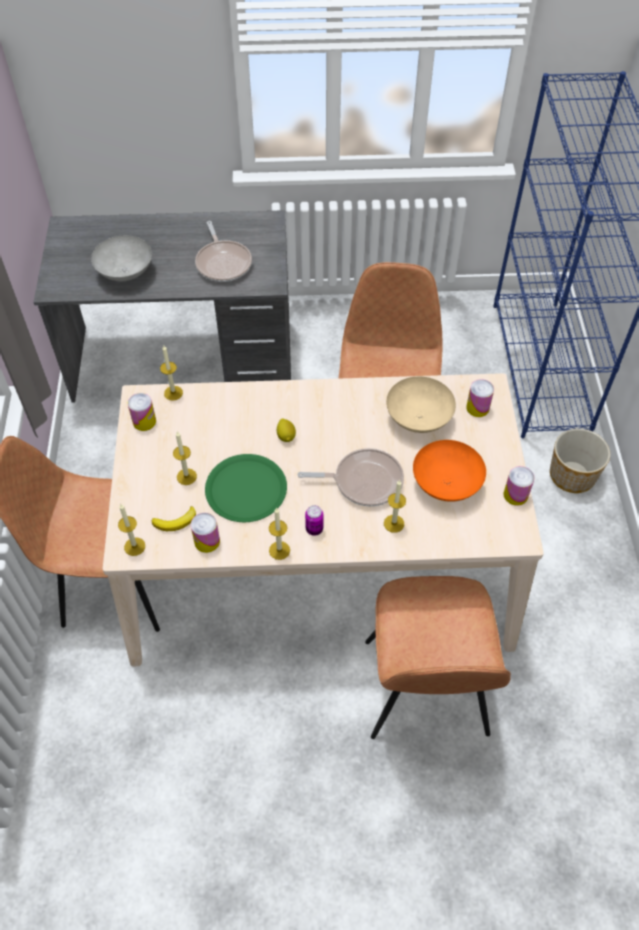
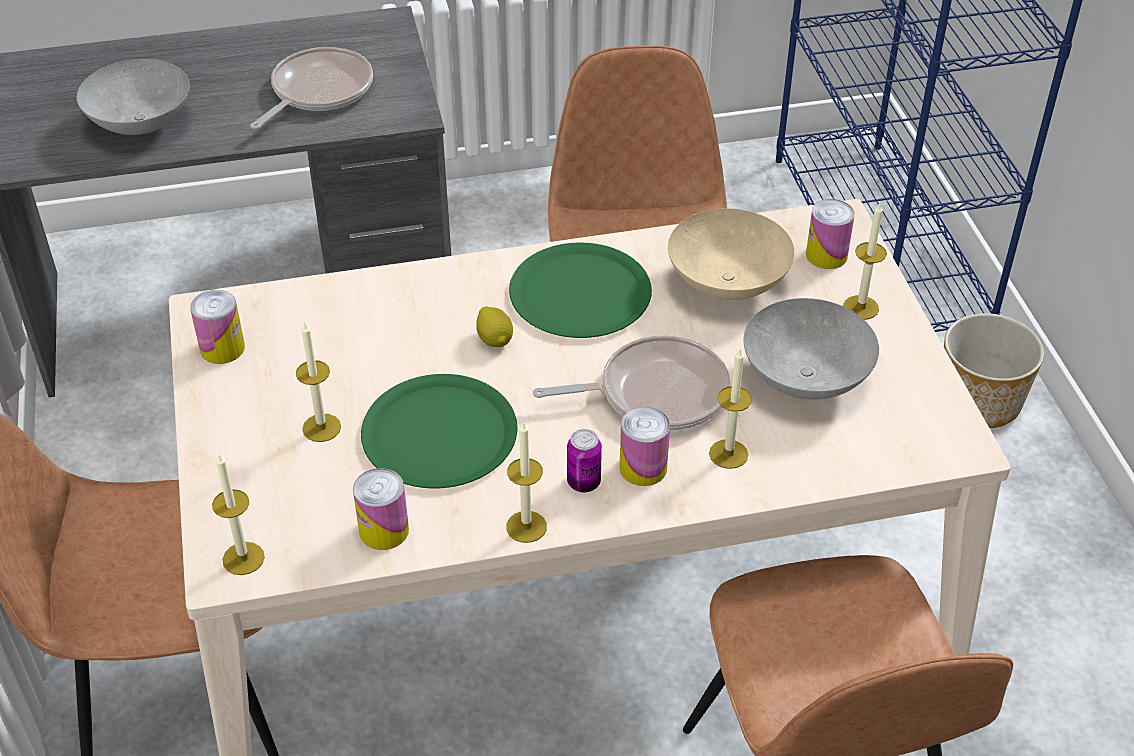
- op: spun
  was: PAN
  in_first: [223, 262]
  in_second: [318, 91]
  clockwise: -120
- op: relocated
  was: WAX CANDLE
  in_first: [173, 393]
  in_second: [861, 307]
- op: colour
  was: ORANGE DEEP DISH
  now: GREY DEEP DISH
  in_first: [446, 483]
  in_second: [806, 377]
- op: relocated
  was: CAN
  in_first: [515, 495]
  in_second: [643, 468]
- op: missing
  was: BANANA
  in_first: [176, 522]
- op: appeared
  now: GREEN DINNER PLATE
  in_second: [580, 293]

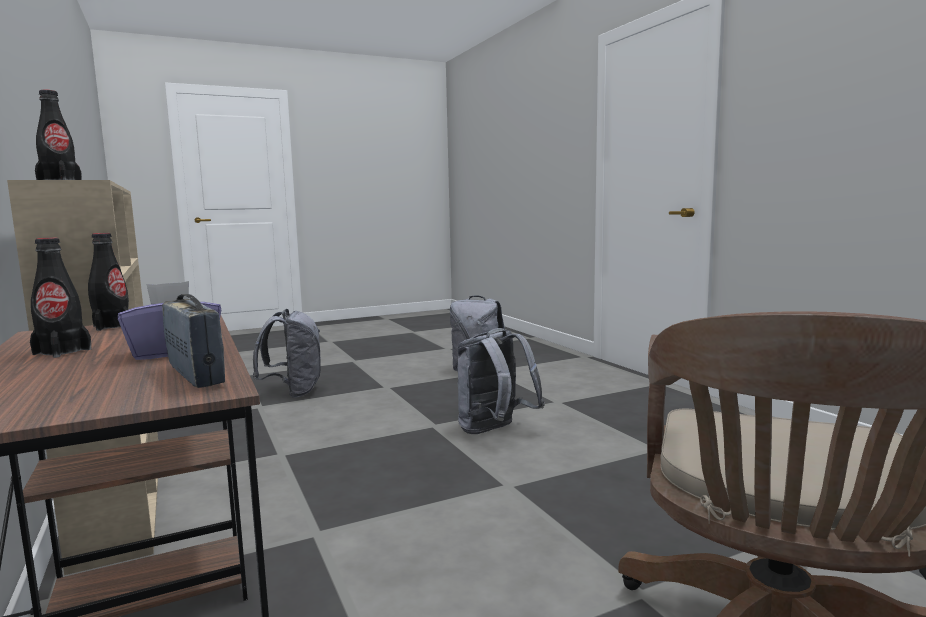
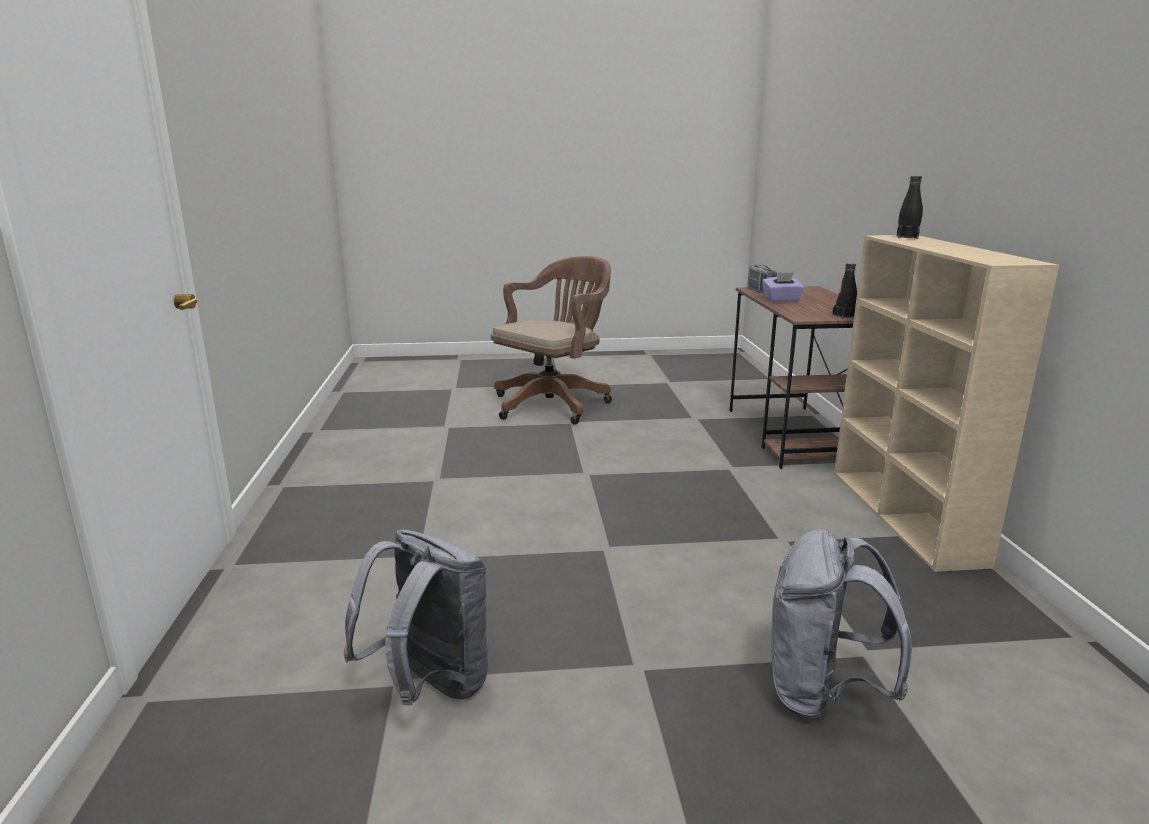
- op: missing
  was: BLACKISH BEVERAGE BOTTLE
  in_first: [62, 352]
- op: missing
  was: GREY RUCKSACK
  in_first: [494, 431]

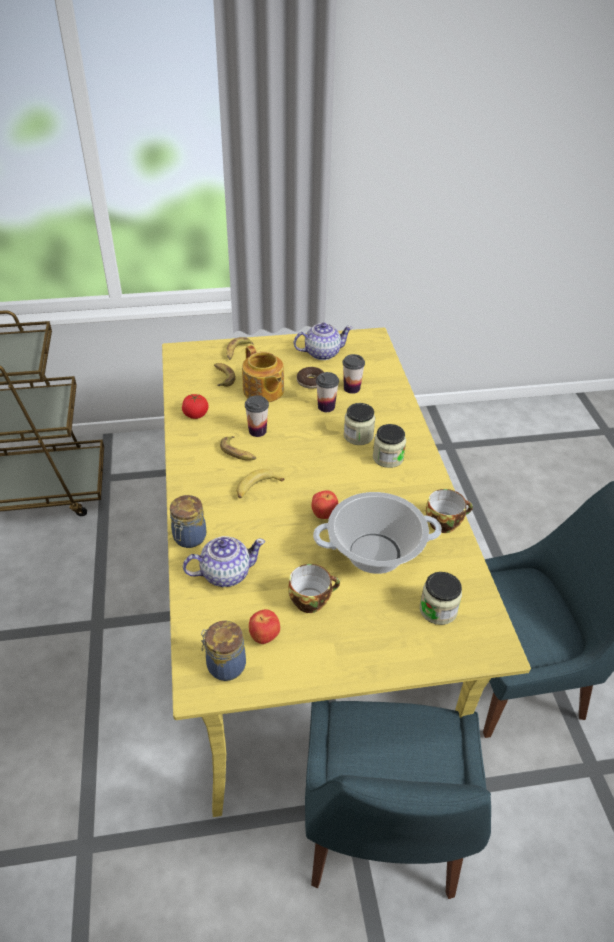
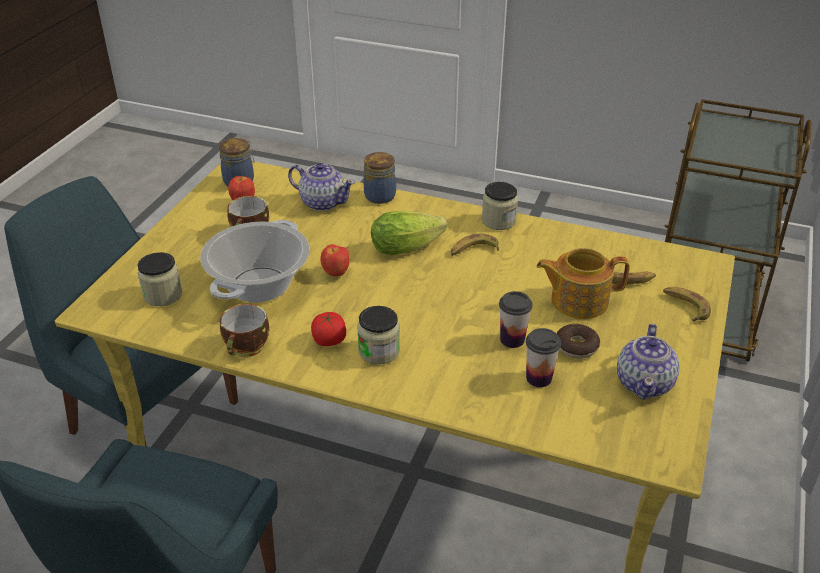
- op: relocated
  was: WHOLE TOMATO
  in_first: [195, 414]
  in_second: [329, 340]
- op: missing
  was: DRINKING CUP
  in_first: [257, 431]
- op: relocated
  was: PRESERVE JAR
  in_first: [358, 436]
  in_second: [498, 221]
- op: exchanged
  was: BANANA
  now: LETTUCE
  in_first: [256, 488]
  in_second: [410, 246]
- op: spun
  was: POT FOR TEA
  in_first: [225, 573]
  in_second: [322, 202]
  clockwise: -75

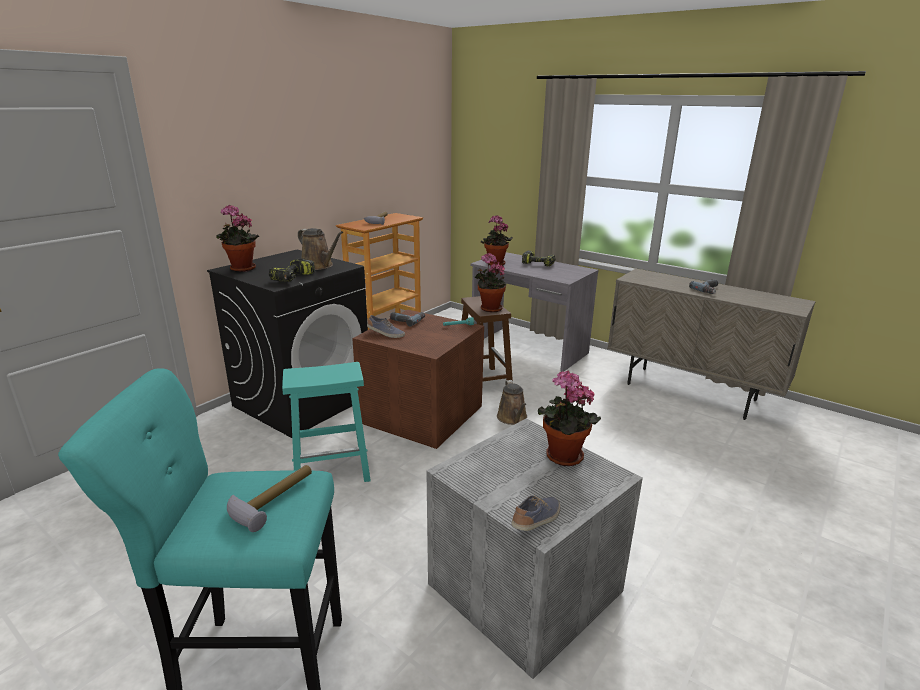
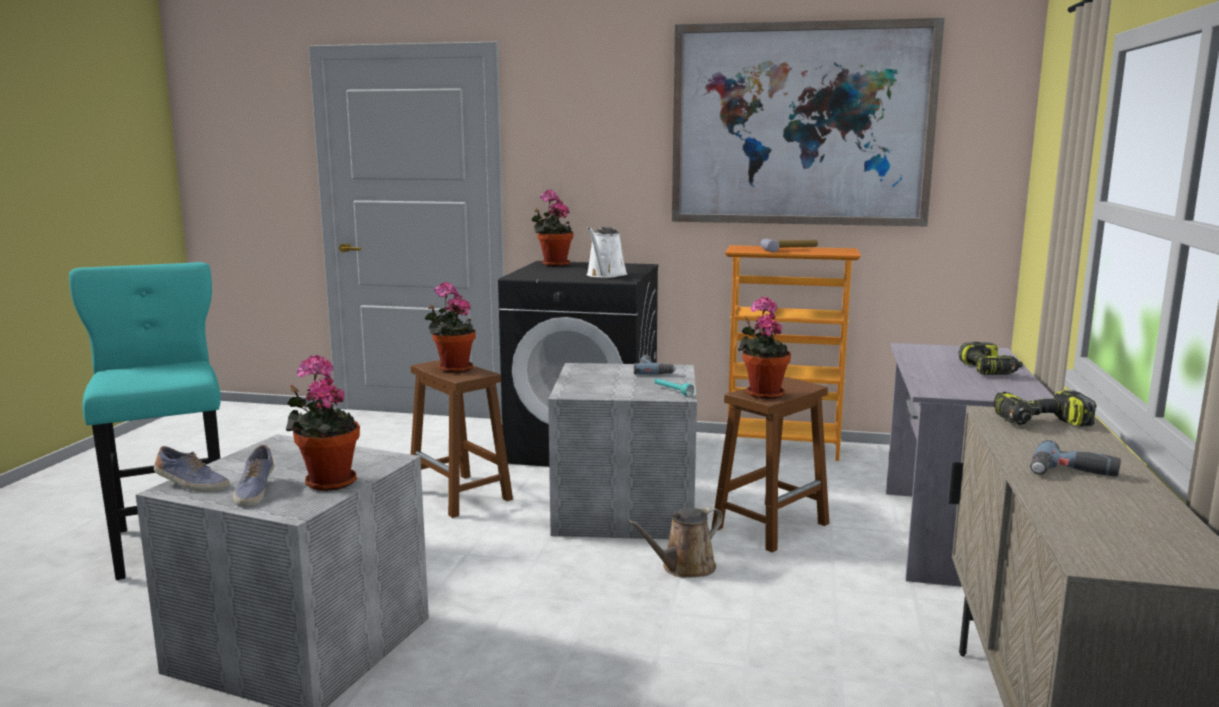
- op: relocated
  was: HOUSEPLANT
  in_first: [495, 264]
  in_second: [452, 369]
- op: colour
  was: BROWN-COLOURED WATERING POT
  now: WHITISH WATERING POT
  in_first: [319, 266]
  in_second: [605, 275]
- op: relocated
  was: ELECTRIC DRILL
  in_first: [293, 278]
  in_second: [1041, 423]
- op: colour
  was: BROWN-COLOURED STORAGE CONTAINER
  now: GREY STORAGE CONTAINER
  in_first: [421, 413]
  in_second: [627, 508]
- op: relocated
  was: SHOE
  in_first: [385, 334]
  in_second: [254, 491]
- op: colour
  was: TURQUOISE STOOL
  now: BROWN-COLOURED STOOL
  in_first: [333, 469]
  in_second: [461, 495]
- op: missing
  was: TOOL HAMMER
  in_first: [272, 499]
- op: appeared
  now: WALL ART
  in_second: [800, 125]

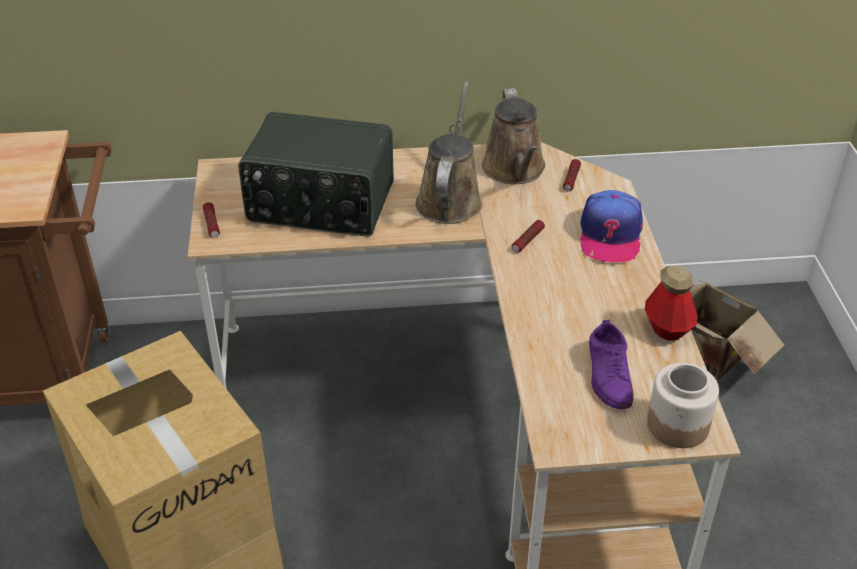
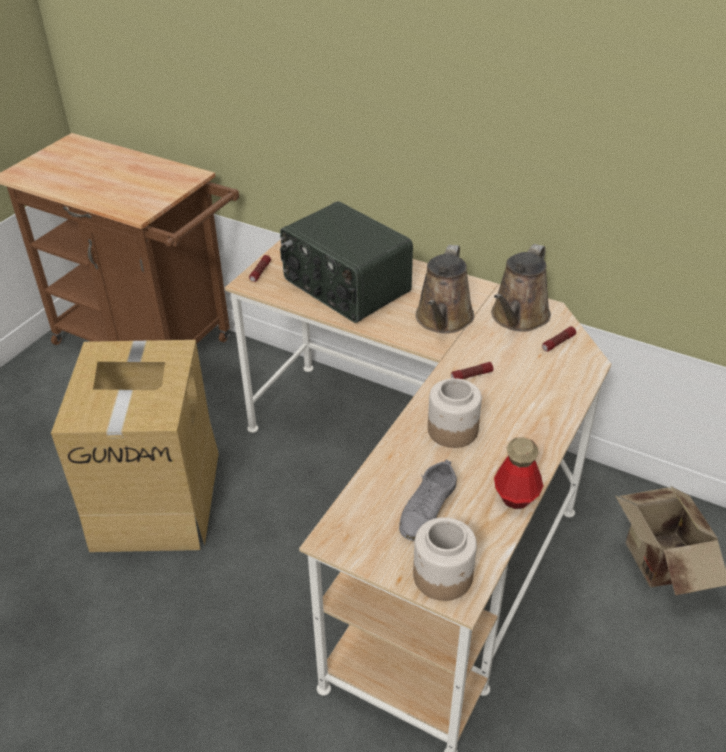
- op: spun
  was: BROWN-COLOURED WATERING POT
  in_first: [450, 199]
  in_second: [443, 319]
  clockwise: 150
- op: missing
  was: BASEBALL CAP
  in_first: [610, 235]
- op: colour
  was: PURPLE-COLOURED SHOE
  now: GREY SHOE
  in_first: [609, 375]
  in_second: [427, 508]
- op: appeared
  now: PRESERVE JAR
  in_second: [452, 430]

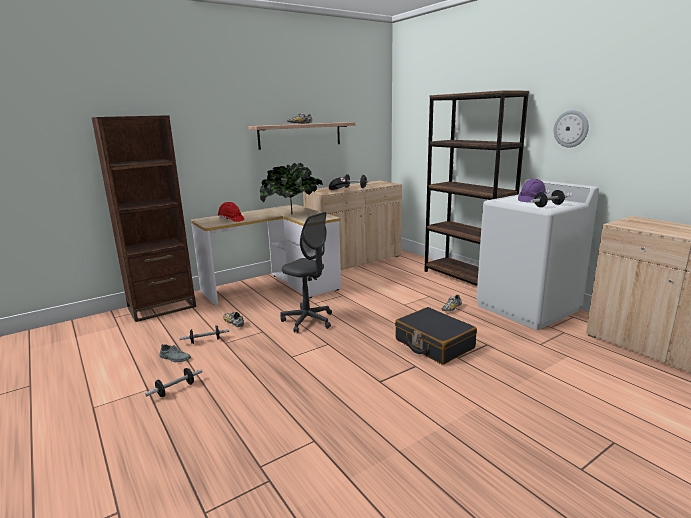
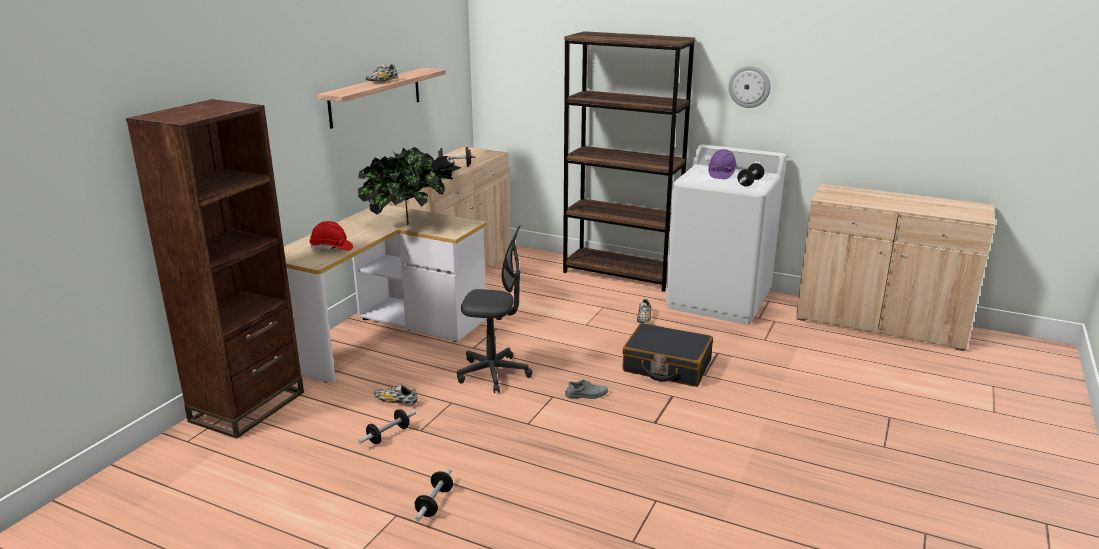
- op: relocated
  was: GREY SHOE
  in_first: [175, 358]
  in_second: [586, 395]

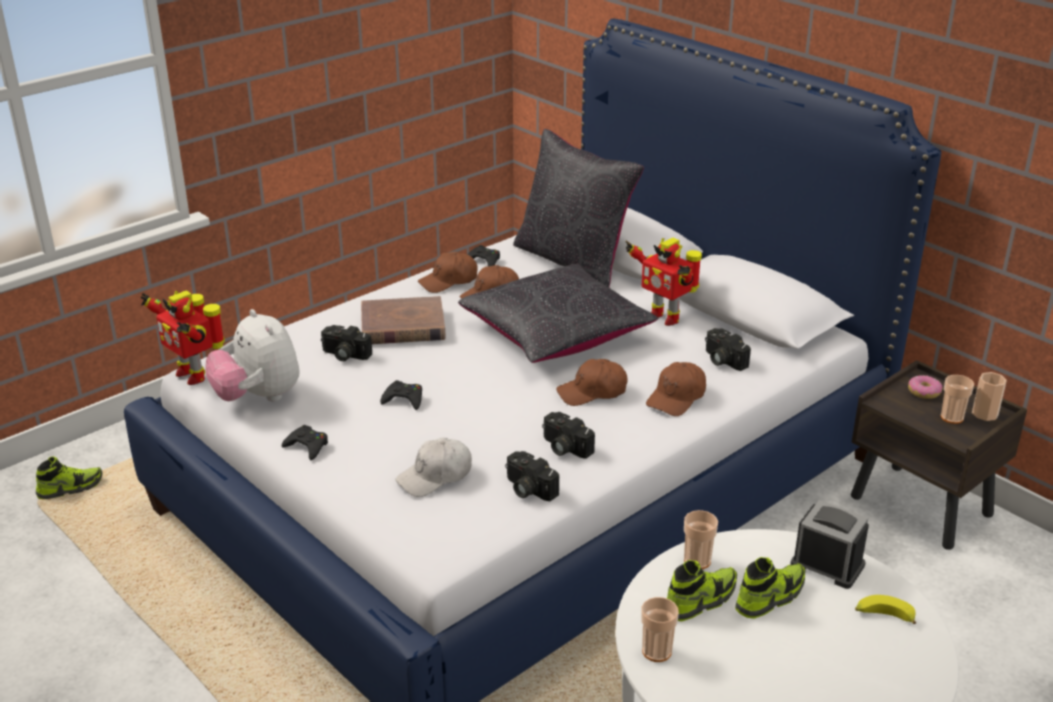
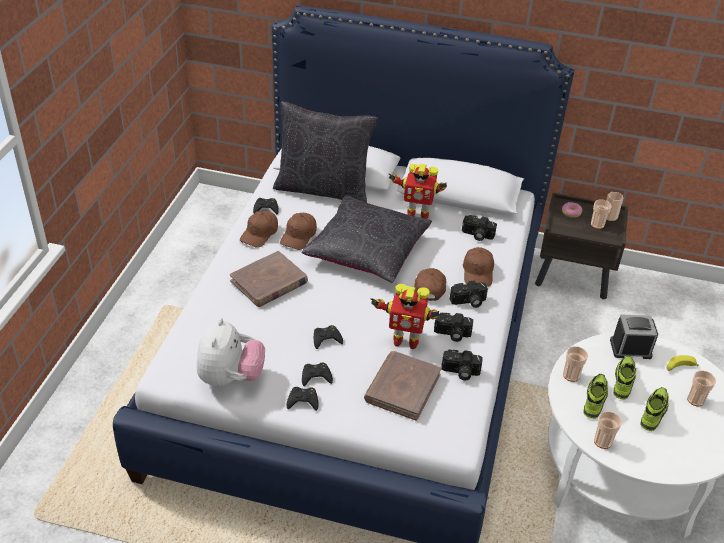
- op: relocated
  was: MODEL ROBOT
  in_first: [193, 374]
  in_second: [405, 340]
- op: spun
  was: PLUSH TOY
  in_first: [258, 397]
  in_second: [230, 378]
  clockwise: -105
- op: relocated
  was: PHOTO CAMERA
  in_first: [344, 355]
  in_second: [468, 302]
- op: spun
  was: BROWN-COLOURED BASEBALL CAP
  in_first: [592, 392]
  in_second: [430, 287]
  clockwise: 150
- op: exchanged
  was: WHITISH BASEBALL CAP
  now: BROWN-COLOURED VOLUME
  in_first: [435, 476]
  in_second: [402, 387]
- op: relocated
  was: SHOE
  in_first: [70, 488]
  in_second: [653, 413]
- op: appeared
  now: BLACKISH JOYPAD
  in_second: [316, 376]
- op: appeared
  now: DRINKING CUP
  in_second: [695, 400]

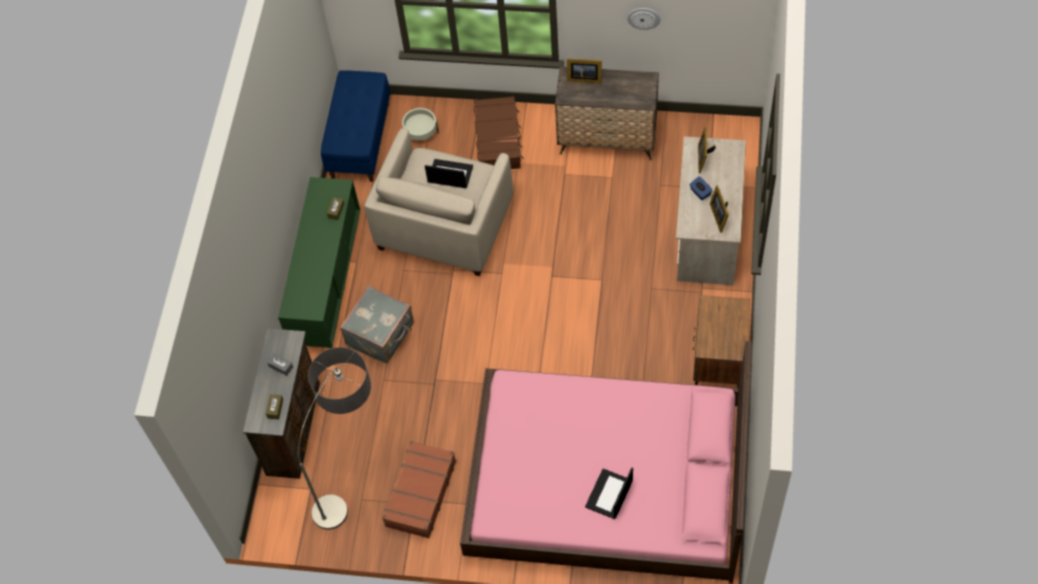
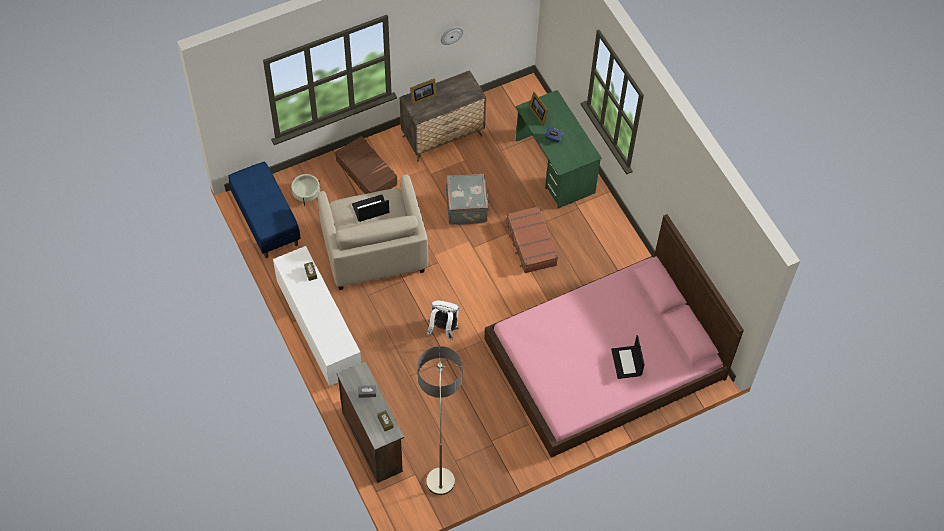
- op: colour
  was: BEIGE DESK TABLE
  now: GREEN DESK TABLE
  in_first: [707, 233]
  in_second: [554, 167]
- op: colour
  was: GREEN STORAGE CABINET
  now: WHITISH STORAGE CABINET
  in_first: [327, 282]
  in_second: [319, 331]
- op: missing
  was: PICTURE FRAME
  in_first: [719, 215]
- op: relocated
  was: GREY SUITCASE
  in_first: [381, 335]
  in_second: [467, 207]
- op: missing
  was: BROWN-COLOURED NIGHTSTAND
  in_first: [718, 362]
- op: relocated
  was: BROWN-COLOURED SUITCASE
  in_first: [420, 493]
  in_second: [530, 244]
- op: appeared
  now: WHITISH RUCKSACK
  in_second: [443, 329]

